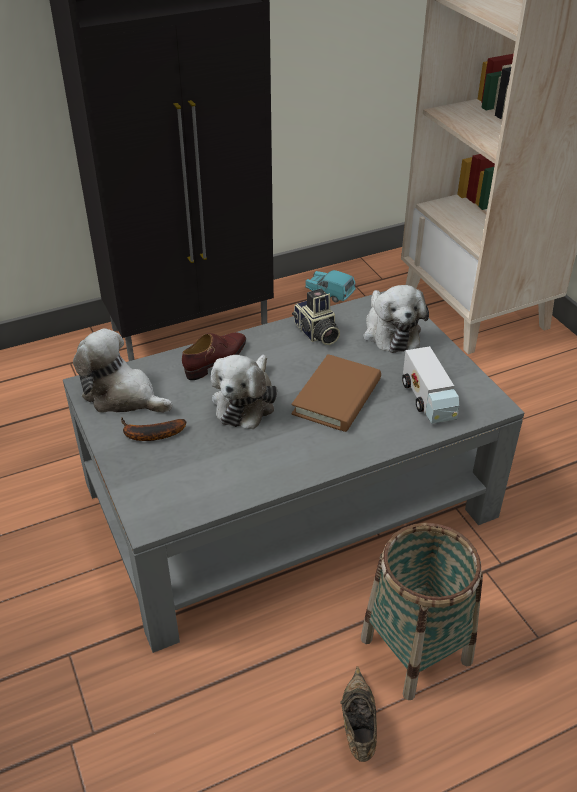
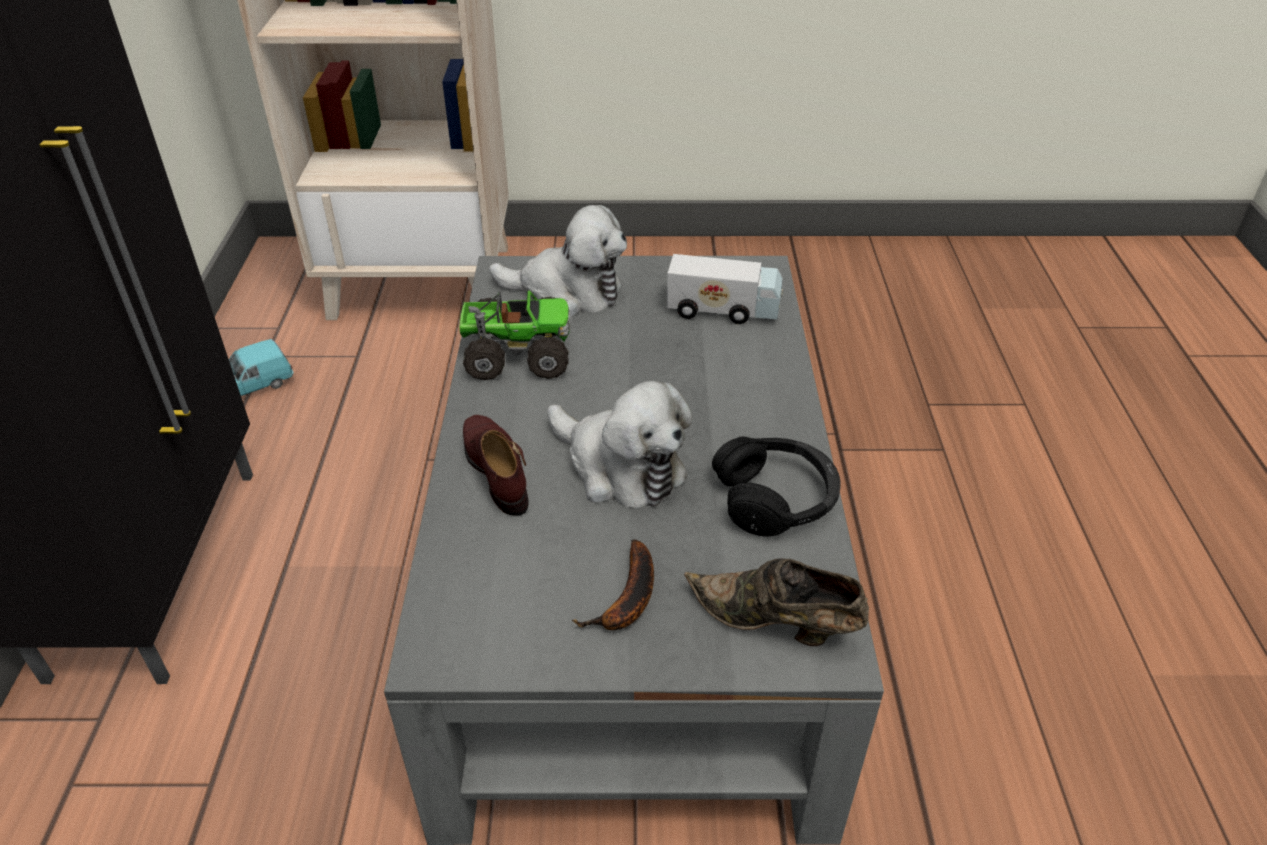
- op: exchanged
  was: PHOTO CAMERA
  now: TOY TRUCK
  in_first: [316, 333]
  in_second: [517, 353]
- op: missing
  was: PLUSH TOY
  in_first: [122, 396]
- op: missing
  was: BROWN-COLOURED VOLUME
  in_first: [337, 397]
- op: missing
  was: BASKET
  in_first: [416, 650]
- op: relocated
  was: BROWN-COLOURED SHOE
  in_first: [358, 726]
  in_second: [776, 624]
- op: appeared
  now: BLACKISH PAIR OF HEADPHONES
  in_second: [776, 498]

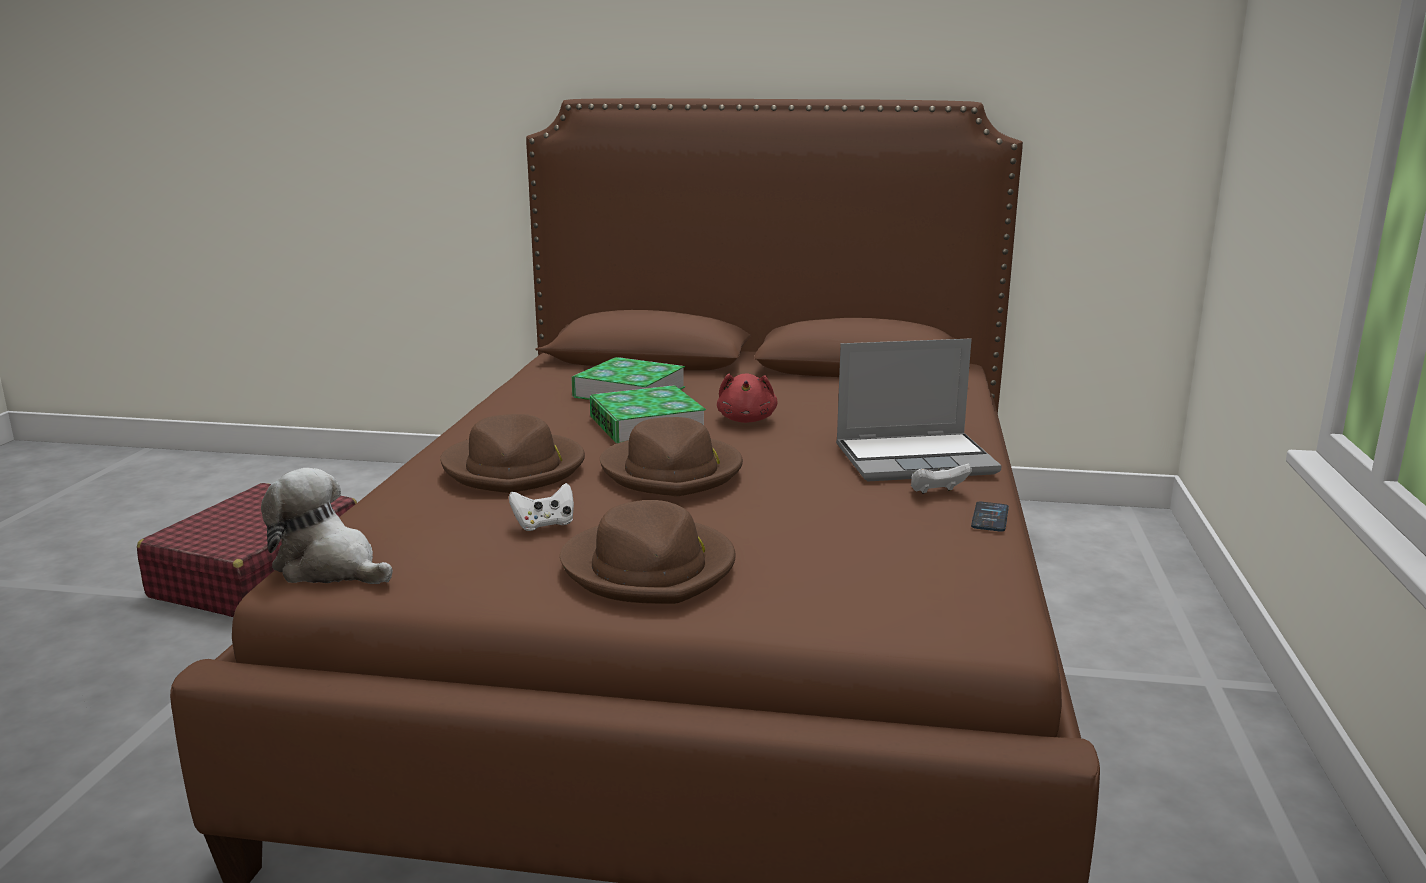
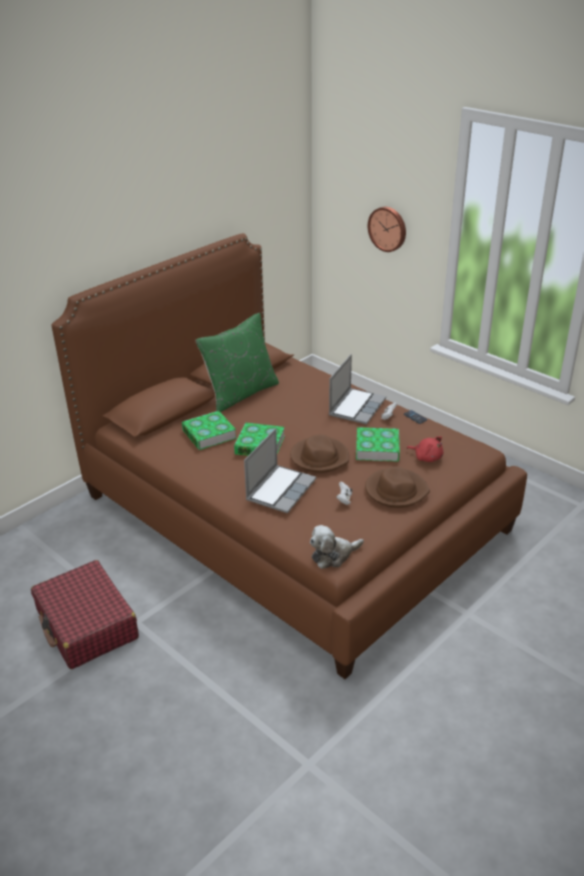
- op: relocated
  was: RED PLUSH TOY
  in_first: [747, 420]
  in_second: [427, 457]
- op: exchanged
  was: BROWN-COLOURED WEARABLE HAT
  now: NOTEBOOK COMPUTER
  in_first: [515, 468]
  in_second: [280, 489]
- op: appeared
  now: CLOCK ON THE WALL
  in_second: [388, 228]
- op: appeared
  now: GREEN CUSHION
  in_second: [240, 394]
- op: appeared
  now: VOLUME
  in_second: [377, 448]

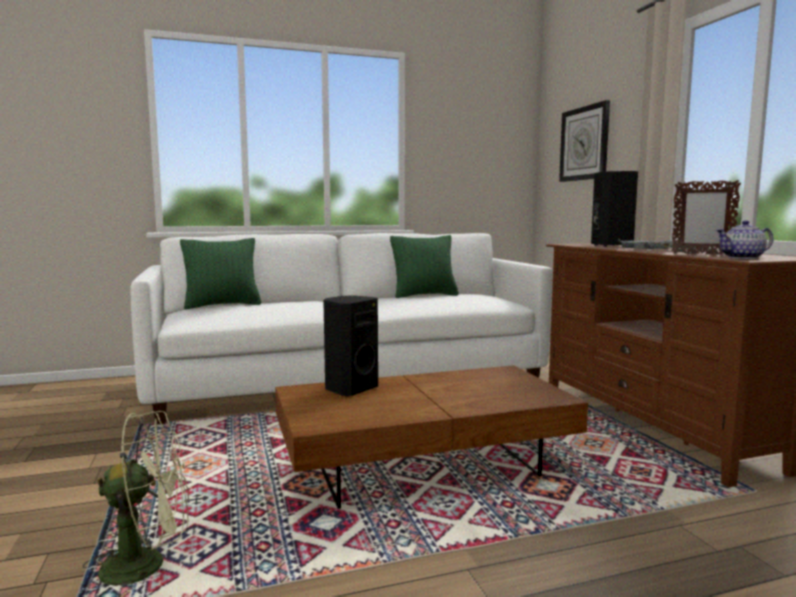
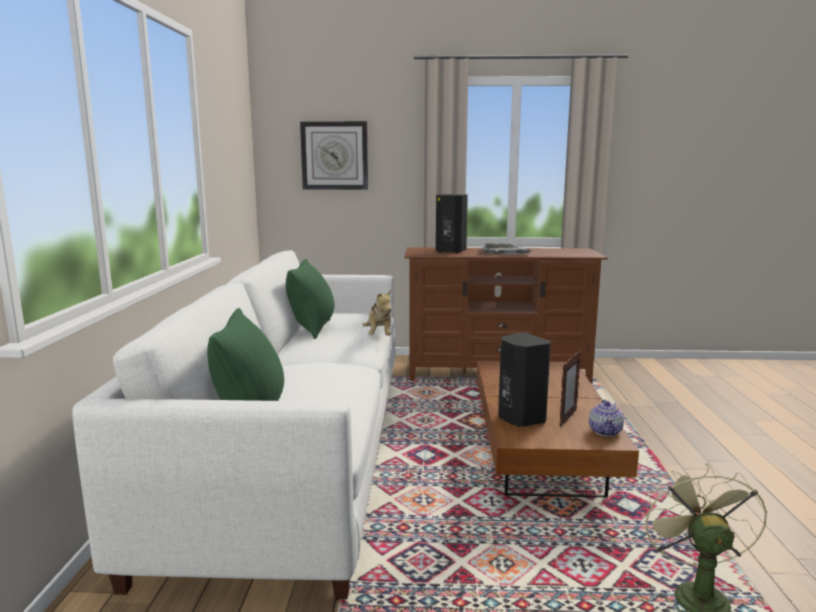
- op: relocated
  was: PICTURE FRAME
  in_first: [701, 254]
  in_second: [567, 418]
- op: relocated
  was: POT FOR TEA
  in_first: [743, 258]
  in_second: [605, 431]
- op: appeared
  now: PLUSH TOY
  in_second: [379, 335]

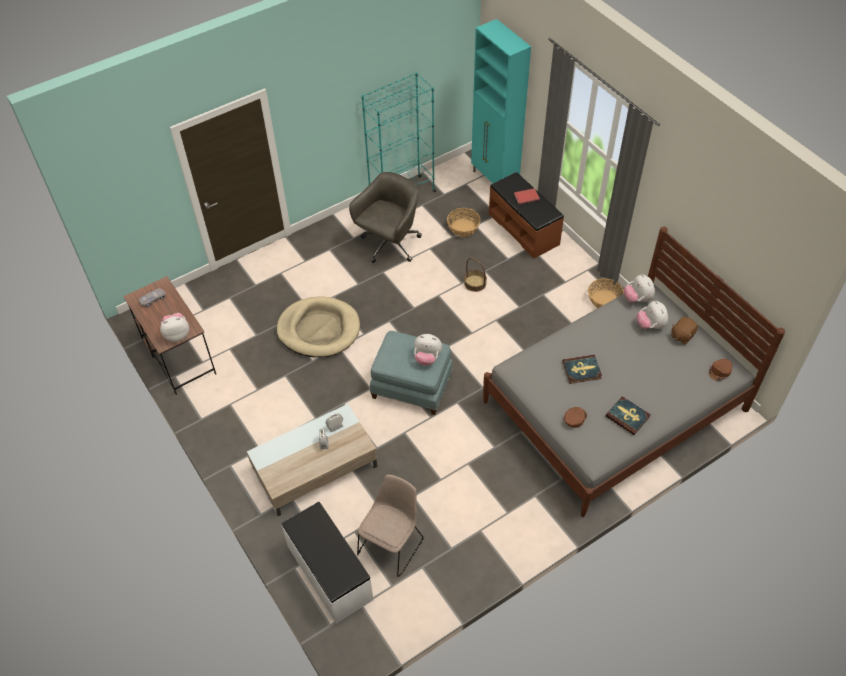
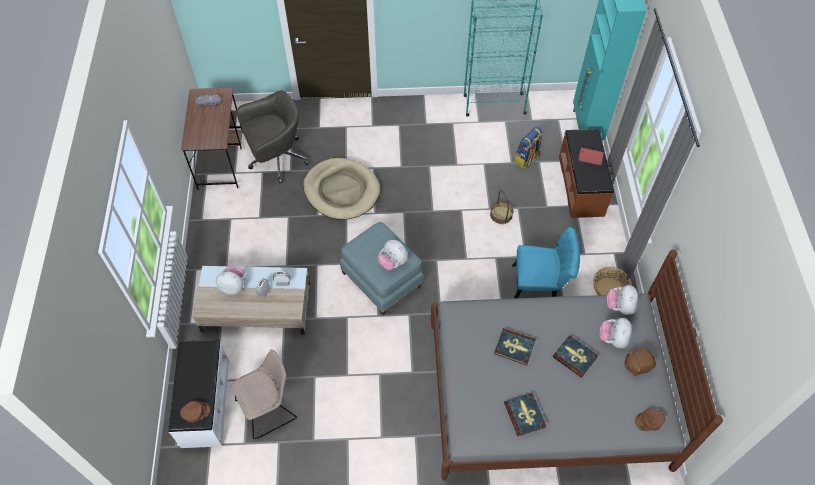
- op: relocated
  was: GREY OFFICE CHAIR
  in_first: [389, 245]
  in_second: [277, 159]
- op: exchanged
  was: BASKET
  now: RUCKSACK
  in_first: [463, 228]
  in_second: [527, 159]
- op: relocated
  was: PLUSH TOY
  in_first: [177, 334]
  in_second: [234, 286]
- op: relocated
  was: BROWN-COLOURED BASEBALL CAP
  in_first: [575, 418]
  in_second: [195, 411]
- op: appeared
  now: TURQUOISE PLAIN CHAIR
  in_second: [540, 286]
- op: appeared
  now: VOLUME
  in_second: [575, 357]

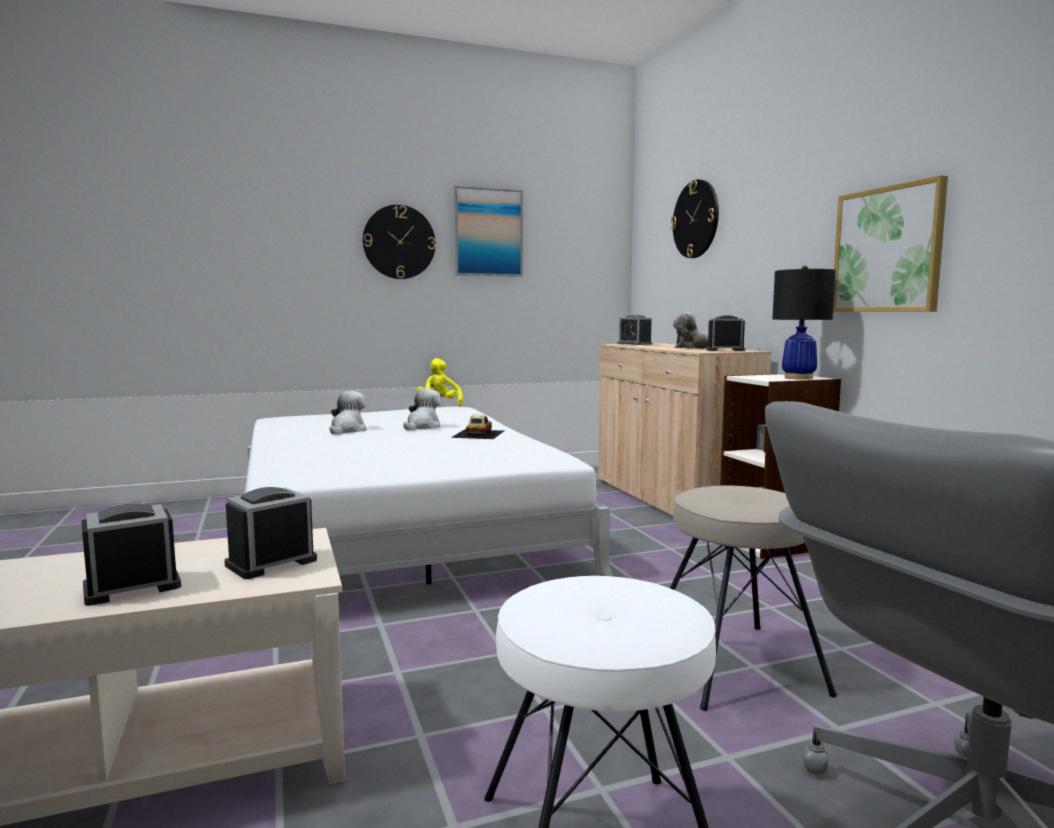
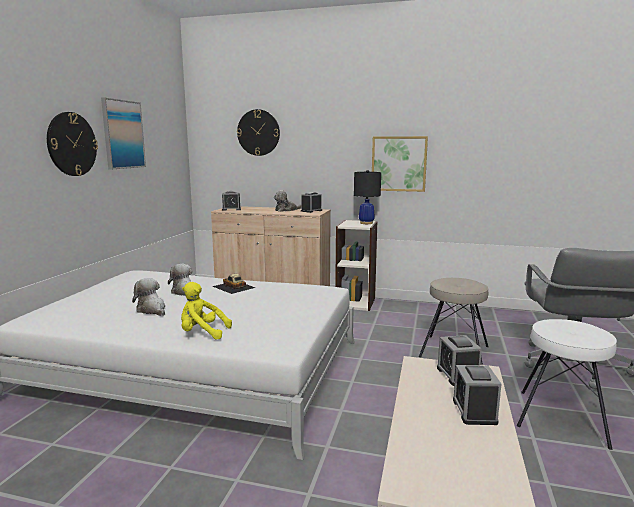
- op: relocated
  was: YELLOW PLUSH TOY
  in_first: [439, 405]
  in_second: [202, 333]

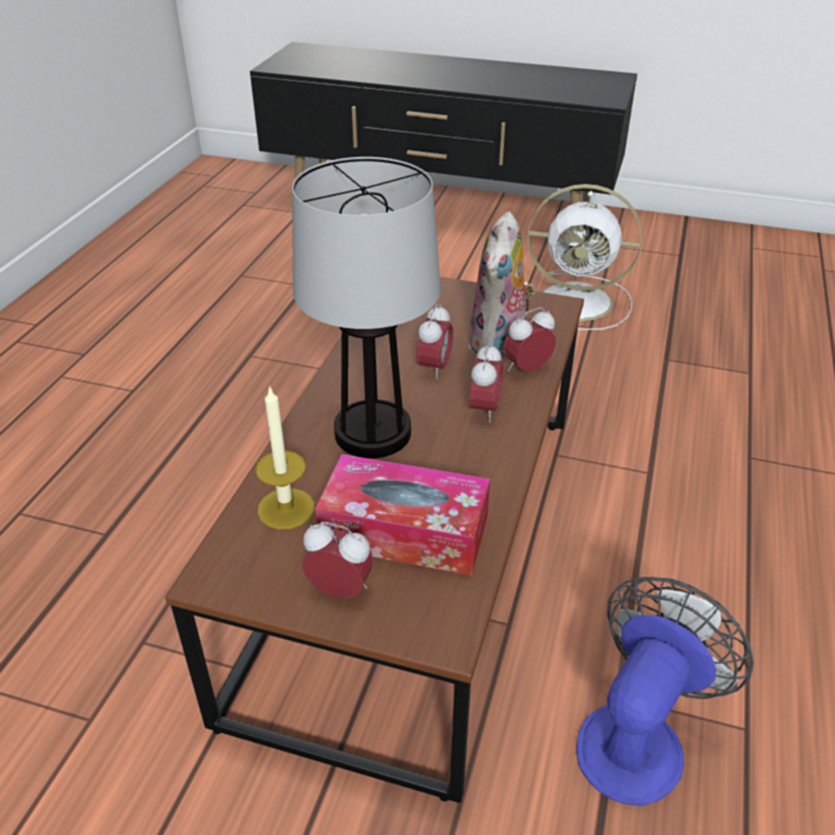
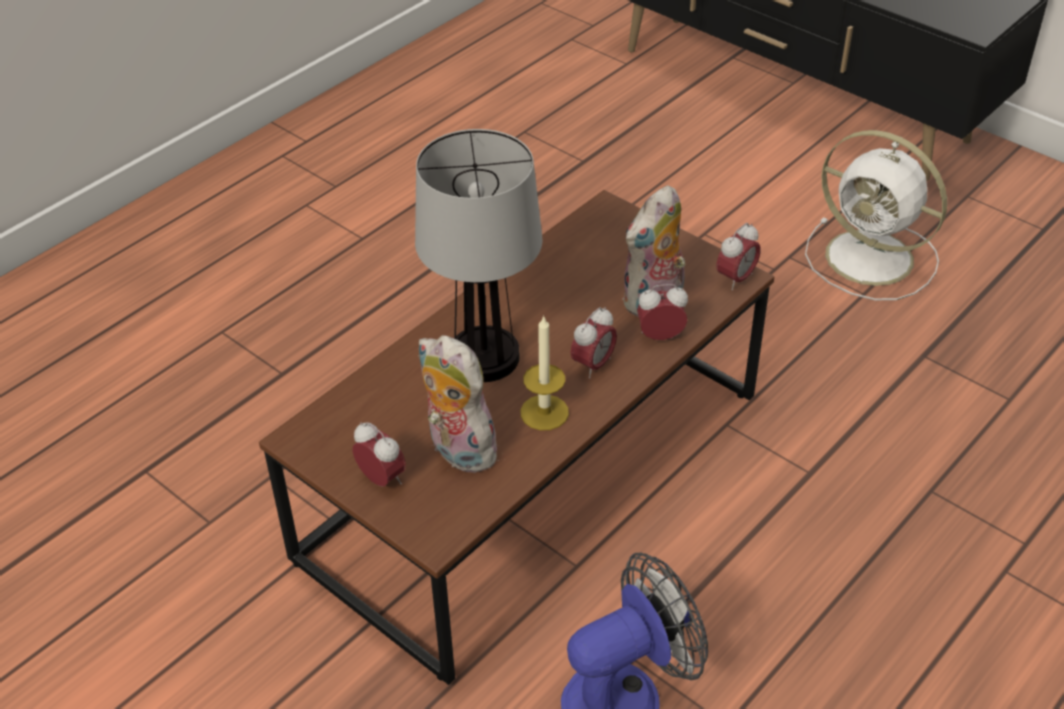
- op: relocated
  was: TABLE CLOCK
  in_first: [434, 368]
  in_second: [736, 279]
- op: relocated
  was: WAX CANDLE
  in_first: [286, 508]
  in_second: [544, 412]
- op: exchanged
  was: TISSUE BOX
  now: PLUSH TOY
  in_first: [404, 531]
  in_second: [457, 450]

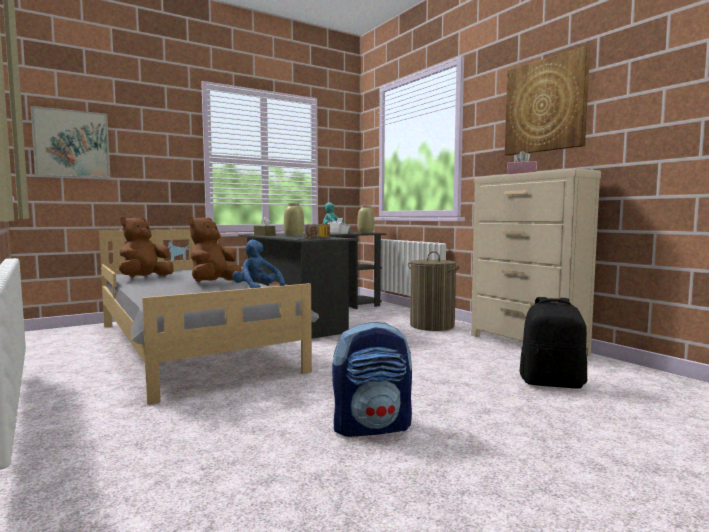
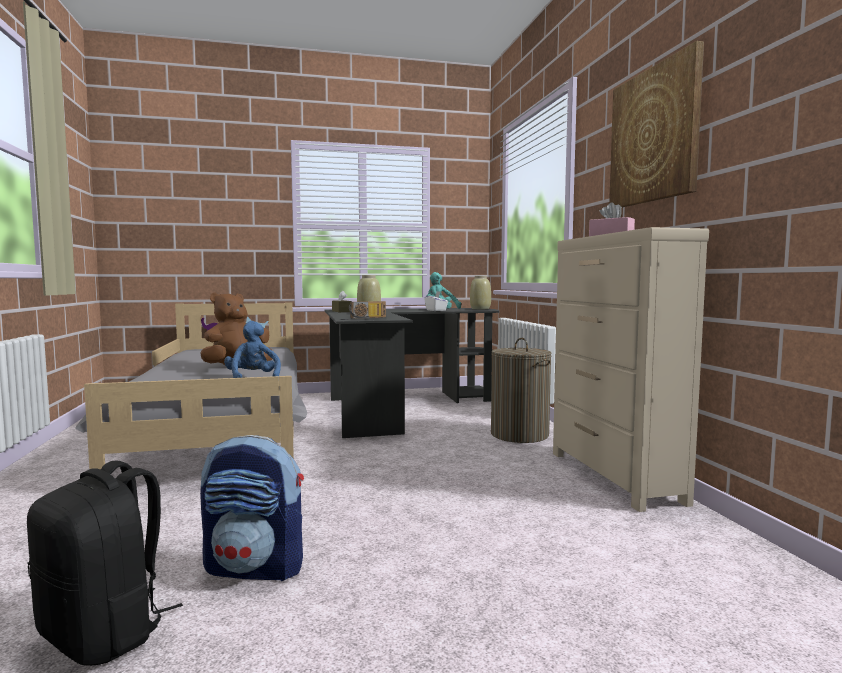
- op: missing
  was: WALL ART
  in_first: [72, 143]
- op: missing
  was: BROWN-COLOURED PLUSH TOY
  in_first: [145, 278]
- op: relocated
  was: BLACKISH RUCKSACK
  in_first: [552, 383]
  in_second: [105, 634]

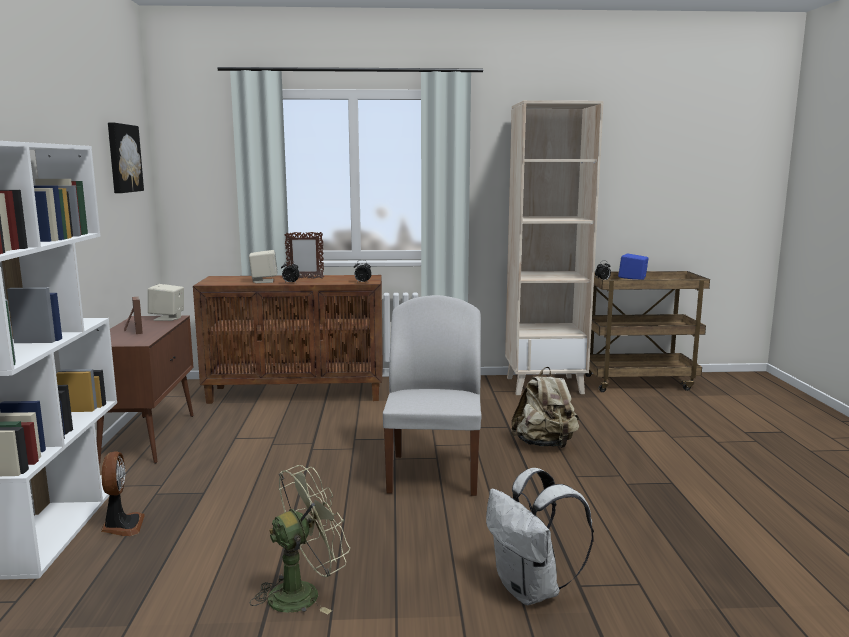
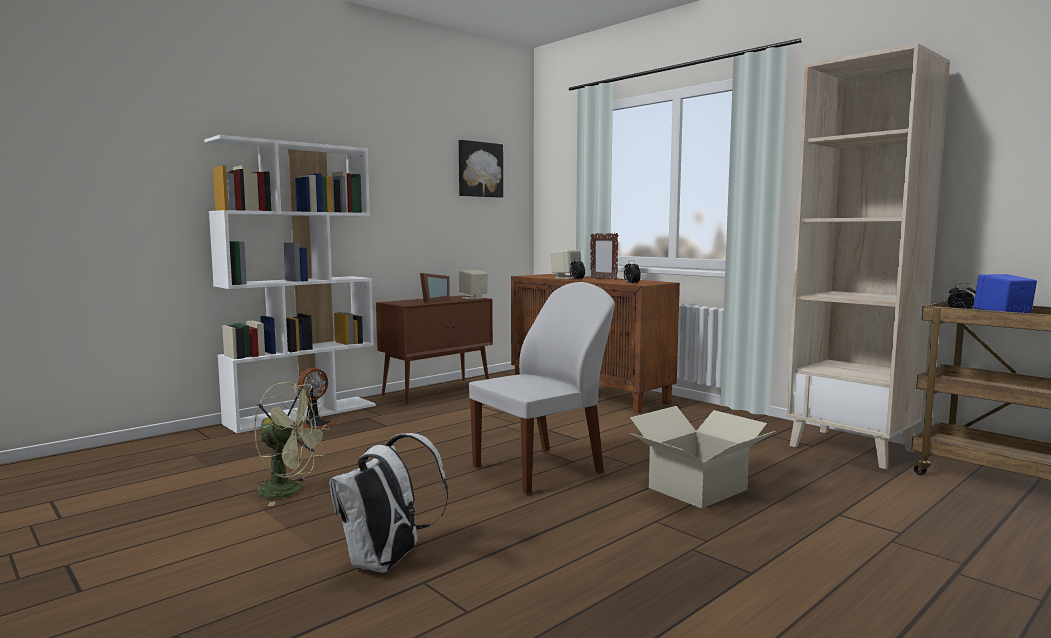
- op: exchanged
  was: BEIGE RUCKSACK
  now: PACKING BOX
  in_first: [545, 445]
  in_second: [698, 489]

